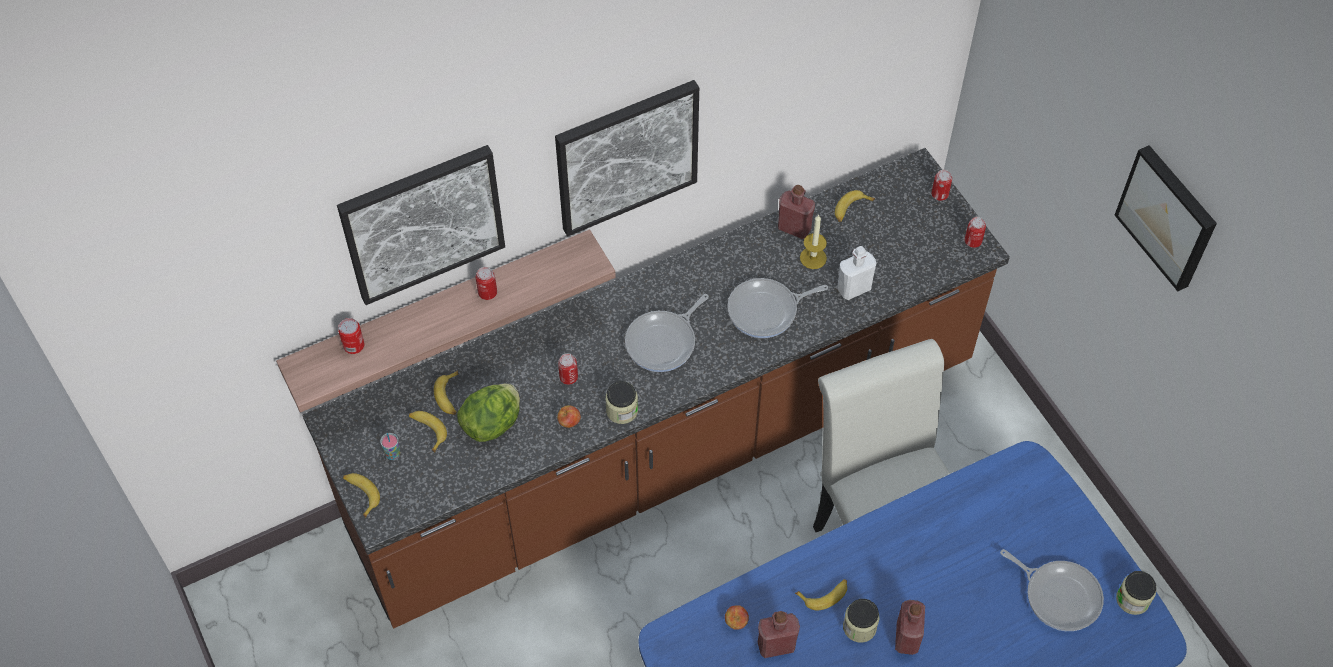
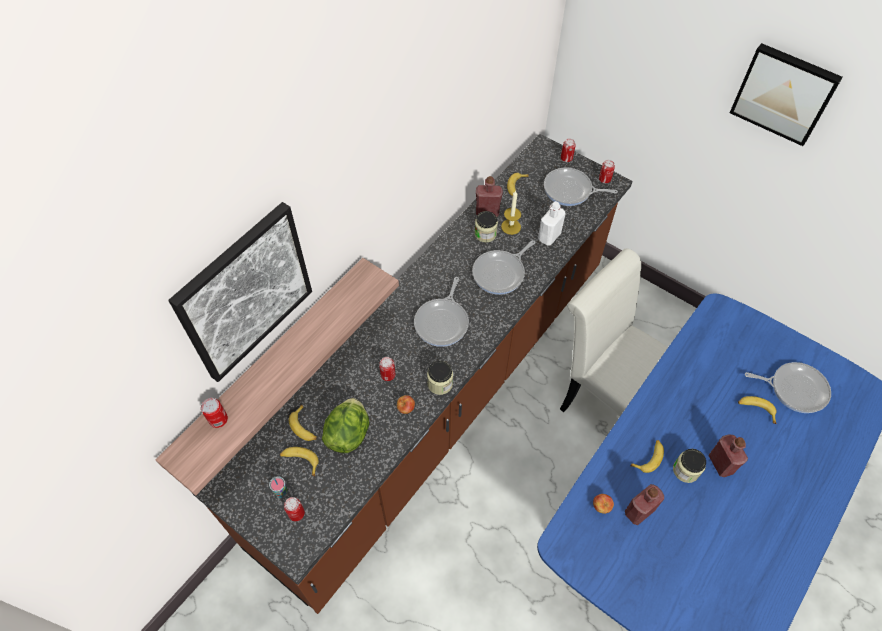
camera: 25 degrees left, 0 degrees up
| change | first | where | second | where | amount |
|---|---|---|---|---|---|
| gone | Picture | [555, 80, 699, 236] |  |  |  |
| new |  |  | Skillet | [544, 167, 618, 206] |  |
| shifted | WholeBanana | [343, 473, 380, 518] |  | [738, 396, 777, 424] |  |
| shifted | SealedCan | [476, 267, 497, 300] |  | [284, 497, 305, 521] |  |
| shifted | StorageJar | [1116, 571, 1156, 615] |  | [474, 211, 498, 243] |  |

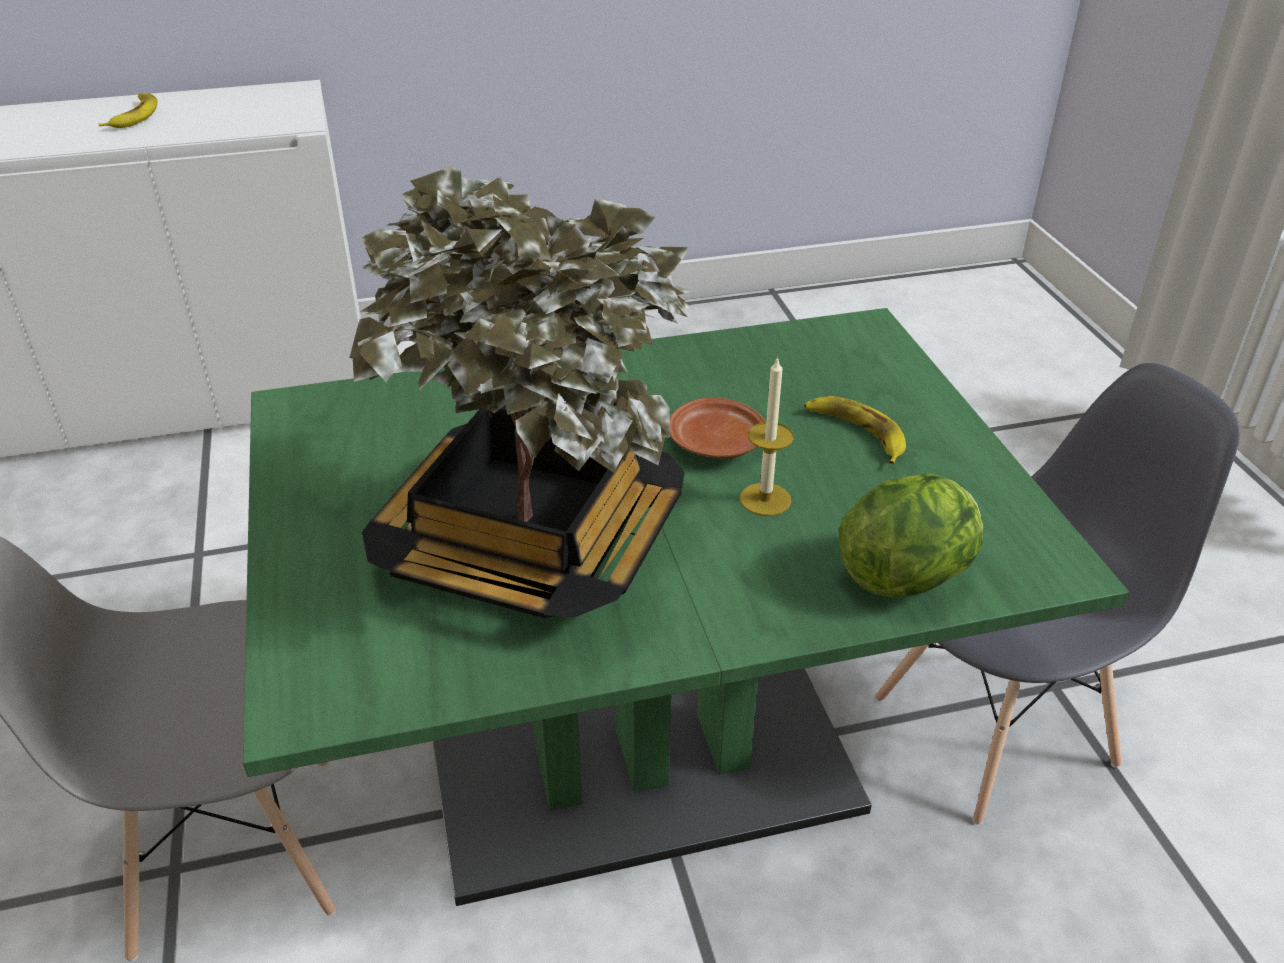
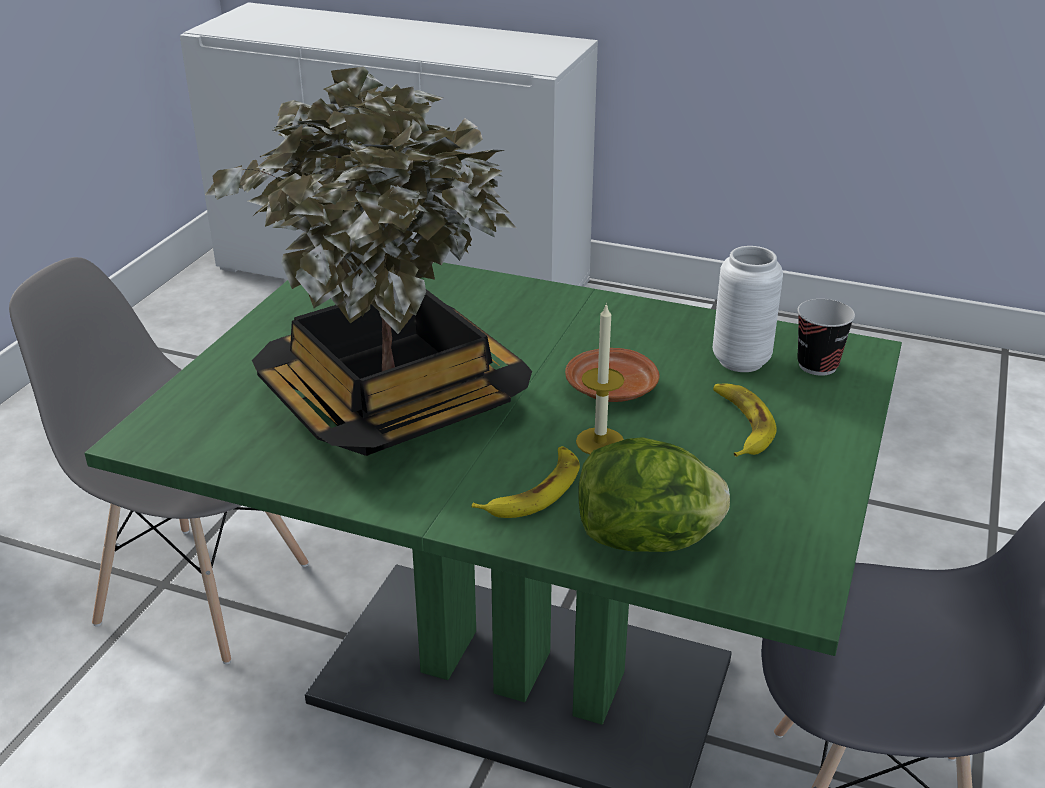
camera: 35 degrees right, 5 degrees down
| change | first | where | second | where | amount |
|---|---|---|---|---|---|
| new |  |  | WhiteDecorativeVase | [713, 246, 783, 372] |  |
| new |  |  | Cup | [798, 299, 855, 376] |  |
| shifted | WholeBanana | [99, 93, 157, 128] |  | [472, 446, 580, 518] |  |

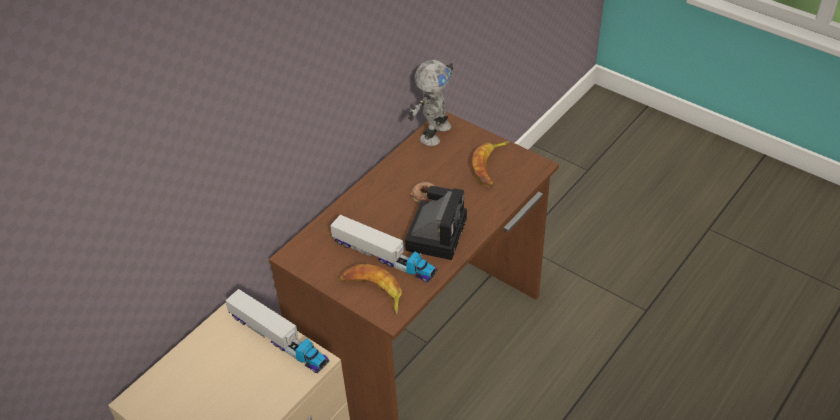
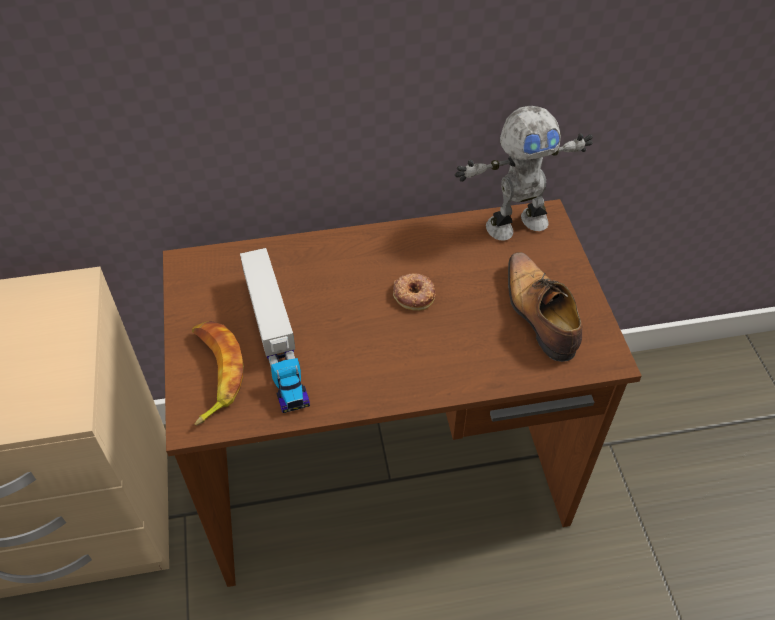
camera: 40 degrees right, 5 degrees up
| change | first | where | second | where | amount |
|---|---|---|---|---|---|
| gone | ModelTruck | [225, 289, 329, 373] |  |  |  |
| gone | StillCamera | [405, 186, 467, 260] |  |  |  |
| swapped | WholeBanana | [472, 141, 510, 186] | ItemOfFootwear | [508, 252, 582, 362] |  |

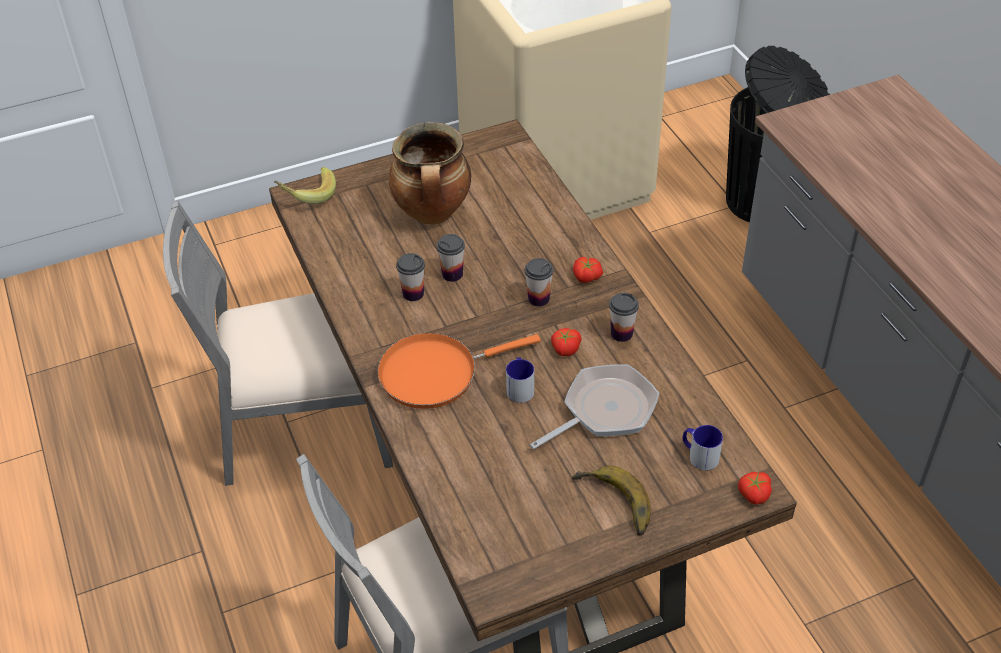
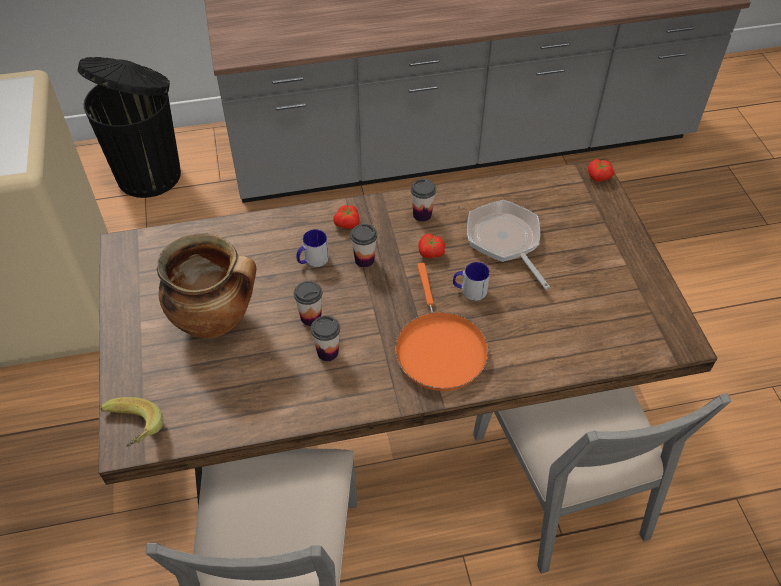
camera: 80 degrees left, 5 degrees up
| change | first | where | second | where | amount |
|---|---|---|---|---|---|
| gone | WholeBanana | [572, 466, 650, 536] |  |  |  |
| shifted | CoffeeMug | [683, 425, 723, 471] |  | [296, 229, 329, 267] |  |

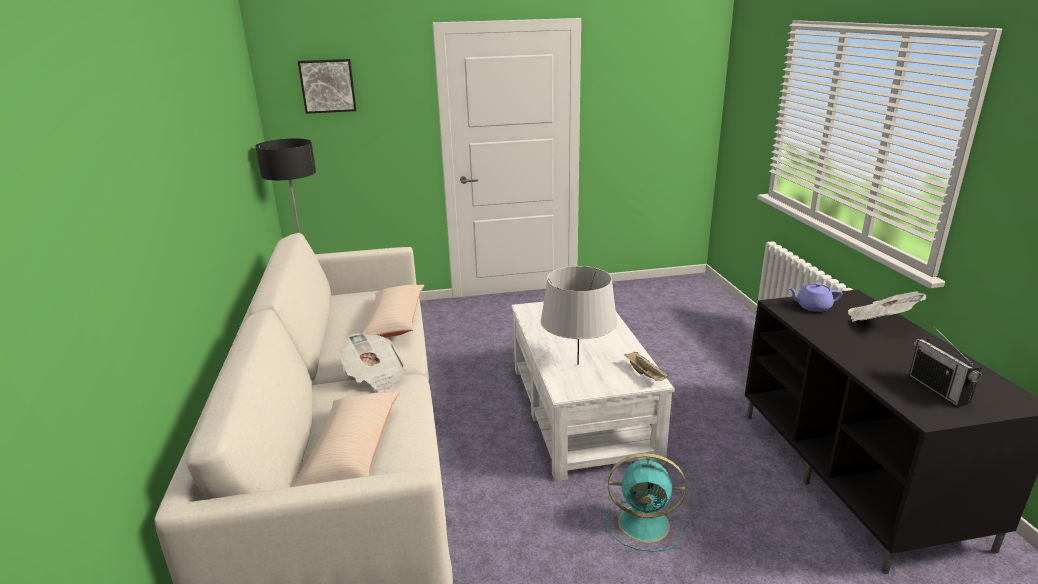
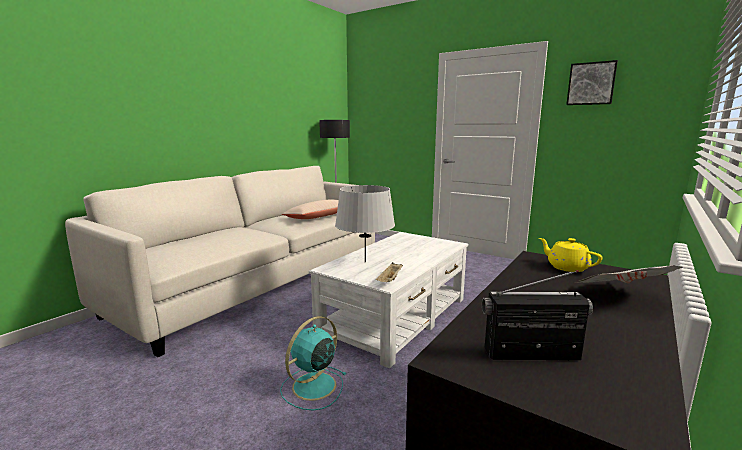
camera: 45 degrees right, 10 degrees down
| change | first | where | second | where | amount |
|---|---|---|---|---|---|
| gone | SandColouredThrowPillow | [291, 391, 400, 487] |  |  |  |
| gone | DailyPaper | [339, 333, 407, 392] |  |  |  |
| shifted | Picture | [298, 59, 356, 114] |  | [566, 60, 618, 105] |  |
| repainted | PurpleTeapot | [788, 282, 843, 312] | YellowishTeapot | [539, 238, 602, 272] |  |
| rotated | TurquoiseCoolingFan | [605, 453, 686, 552] |  | [280, 316, 346, 410] | 75 degrees clockwise |
| rotated | RadioSet | [909, 325, 982, 407] |  | [482, 270, 593, 361] | 60 degrees clockwise |

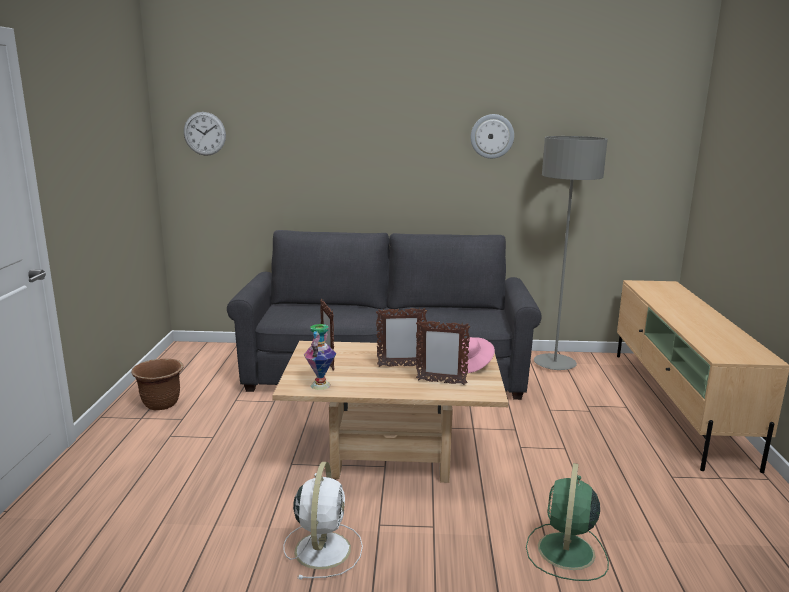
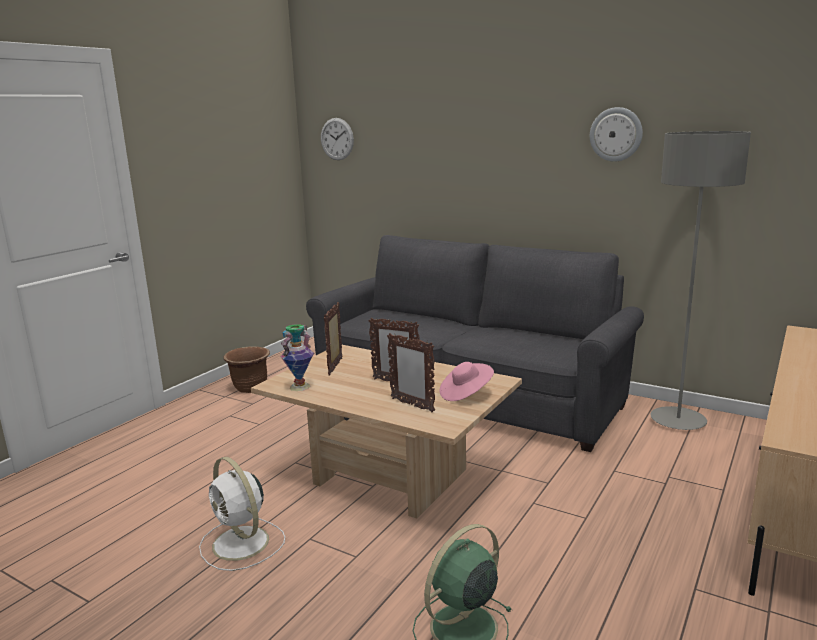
camera: 30 degrees right, 0 degrees up
| change | first | where | second | where | amount |
|---|---|---|---|---|---|
| rotated | WhiteCoolingFan | [283, 462, 363, 579] |  | [199, 457, 285, 571] | 105 degrees clockwise |

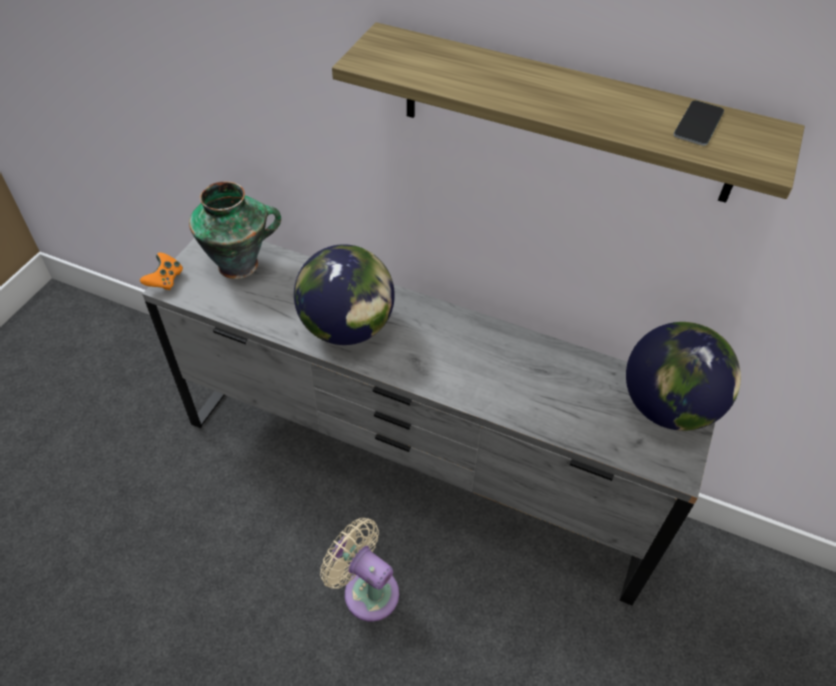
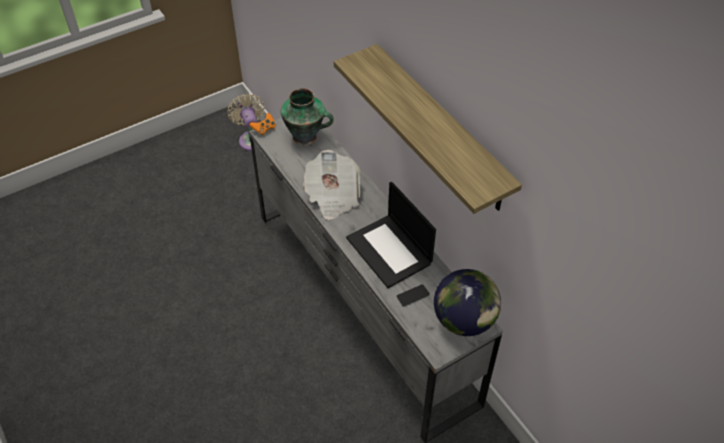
camera: 35 degrees right, 0 degrees up
| change | first | where | second | where | amount |
|---|---|---|---|---|---|
| new |  |  | PortableComputer | [346, 182, 436, 288] |  |
| shifted | SandColouredCoolingFan | [320, 518, 399, 622] |  | [228, 94, 264, 151] |  |
| shifted | Phone | [674, 100, 724, 146] |  | [396, 284, 430, 307] |  |
| swapped | Globe | [294, 244, 395, 345] | DailyPaper | [303, 150, 360, 220] |  |

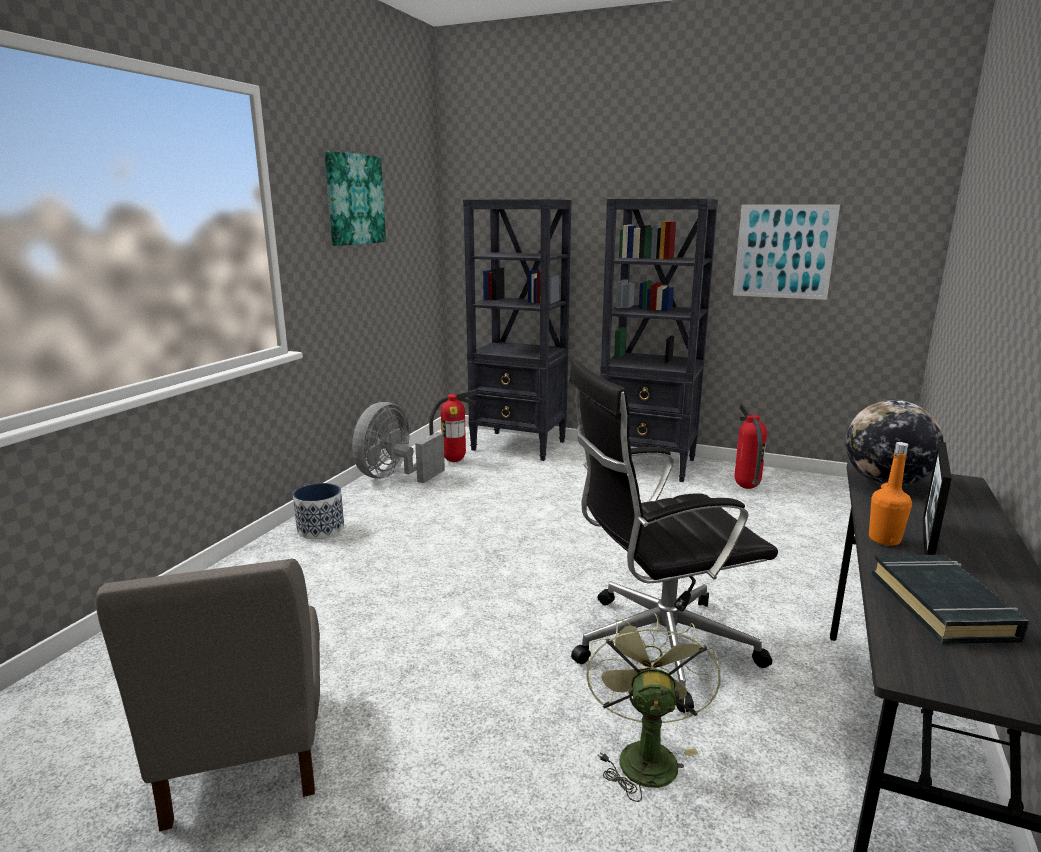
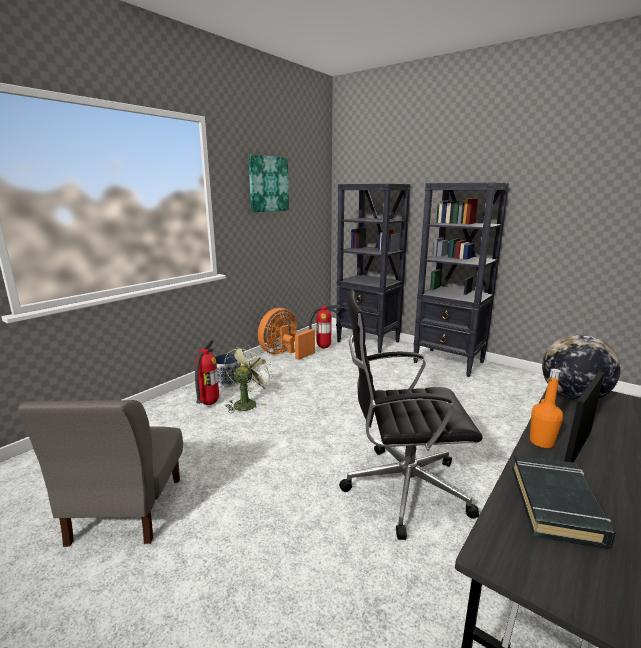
camera: 15 degrees right, 0 degrees up
| change | first | where | second | where | amount |
|---|---|---|---|---|---|
| gone | Picture | [733, 204, 840, 300] |  |  |  |
| shifted | GreenColouredCoolingFan | [586, 612, 721, 802] |  | [224, 345, 273, 413] |  |
| shifted | FireFightingCylinder | [734, 404, 767, 489] |  | [195, 340, 219, 405] |  |
| repainted | GreyCoolingFan | [352, 402, 445, 483] | OrangeCoolingFan | [258, 308, 315, 360] |  |

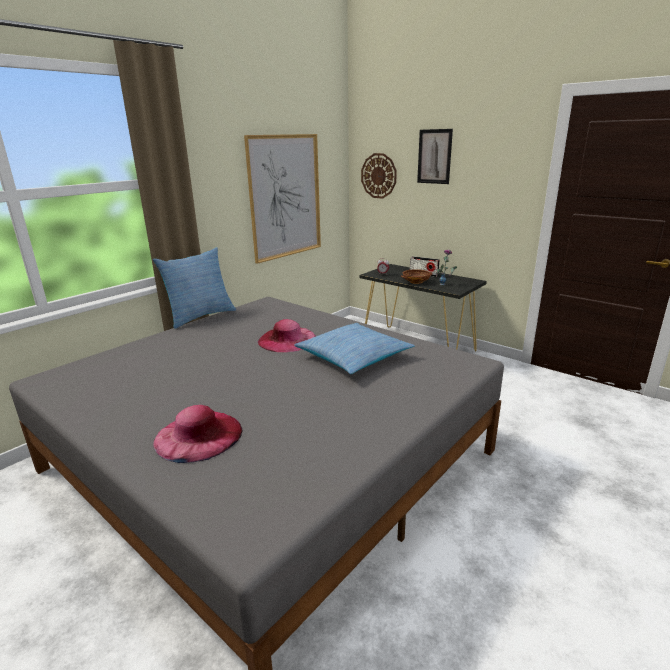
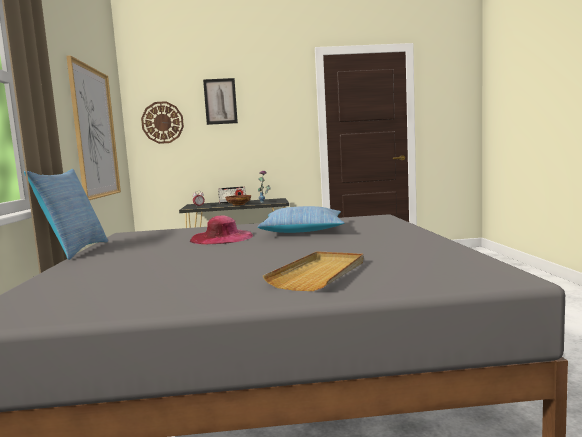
camera: 45 degrees left, 15 degrees down
| change | first | where | second | where | amount |
|---|---|---|---|---|---|
| swapped | PinkHat | [153, 405, 243, 463] | SandColouredServingTray | [263, 251, 363, 291] |  |

